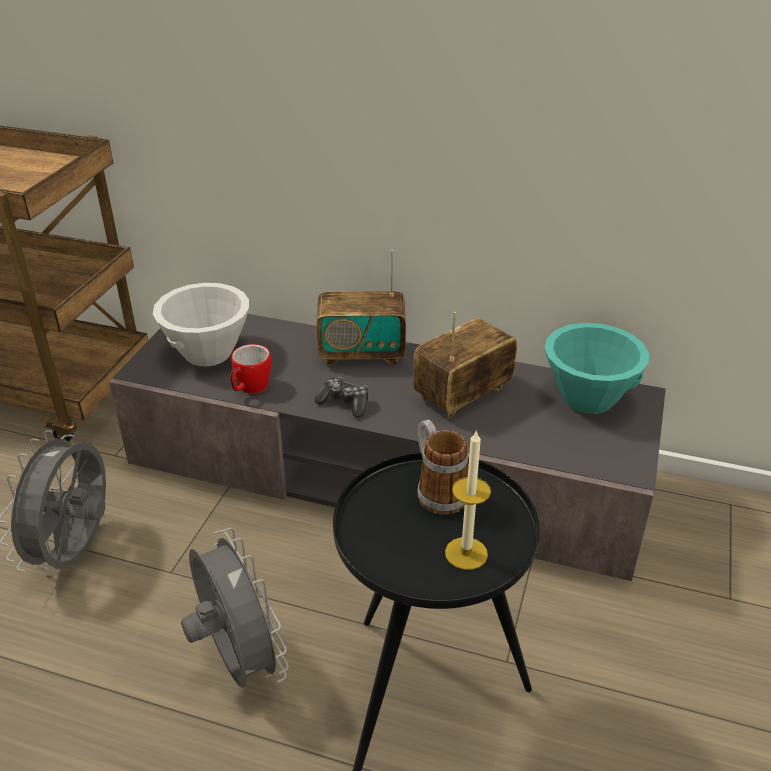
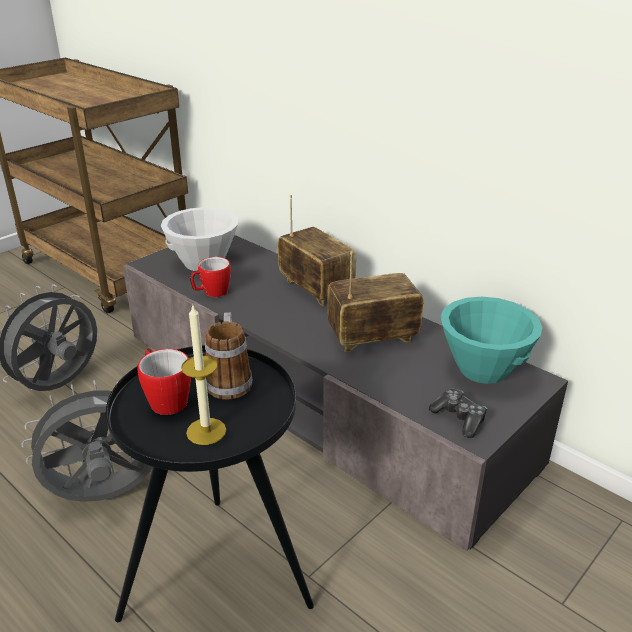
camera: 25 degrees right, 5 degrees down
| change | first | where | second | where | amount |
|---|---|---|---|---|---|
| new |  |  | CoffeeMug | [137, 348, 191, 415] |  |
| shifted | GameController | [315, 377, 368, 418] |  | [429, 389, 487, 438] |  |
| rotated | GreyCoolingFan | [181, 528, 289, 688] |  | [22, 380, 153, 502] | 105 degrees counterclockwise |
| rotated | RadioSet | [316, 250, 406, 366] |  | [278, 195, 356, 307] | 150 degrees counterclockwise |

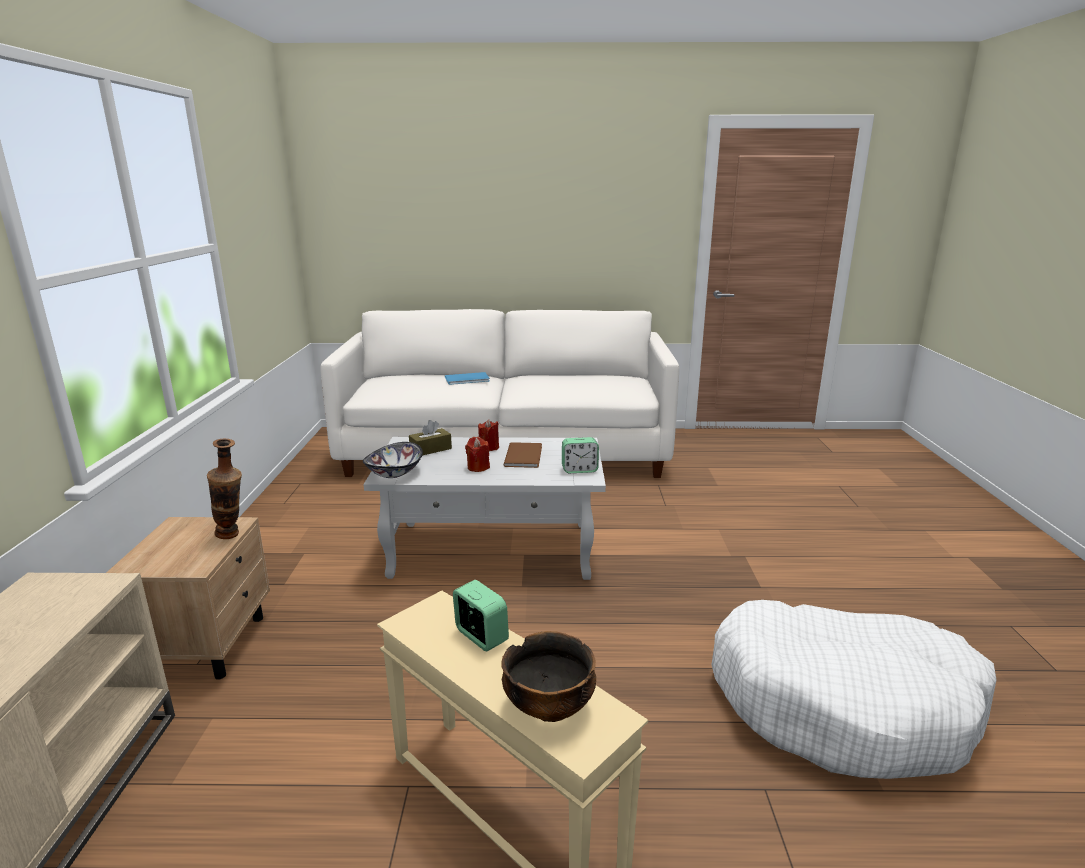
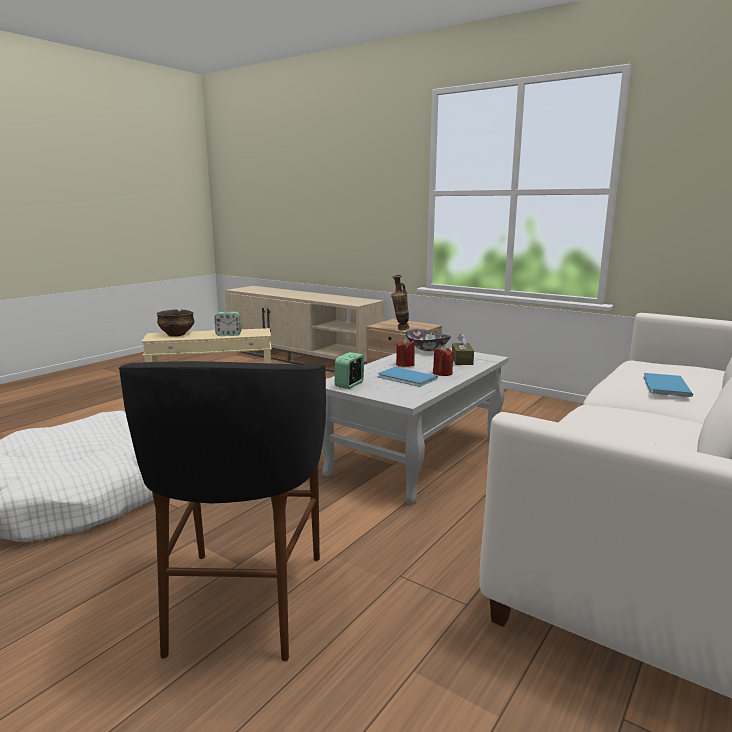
camera: 125 degrees right, 5 degrees down
| change | first | where | second | where | amount |
|---|---|---|---|---|---|
| new |  |  | BlackishStool | [119, 361, 326, 661] |  |
| repainted | BrownColouredBoundBook | [503, 442, 542, 468] | BlueColouredBoundBook | [377, 367, 438, 387] |  |

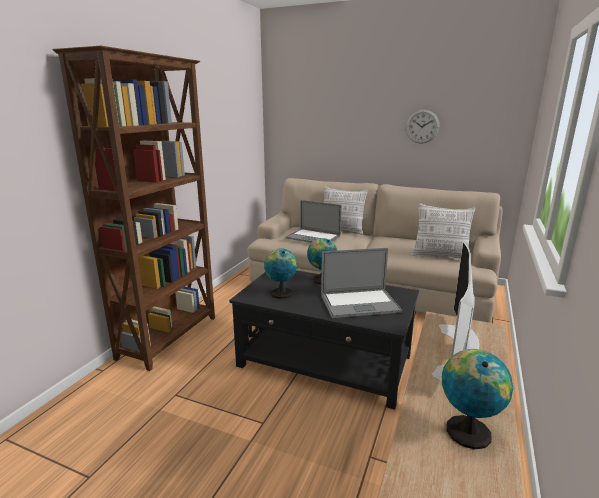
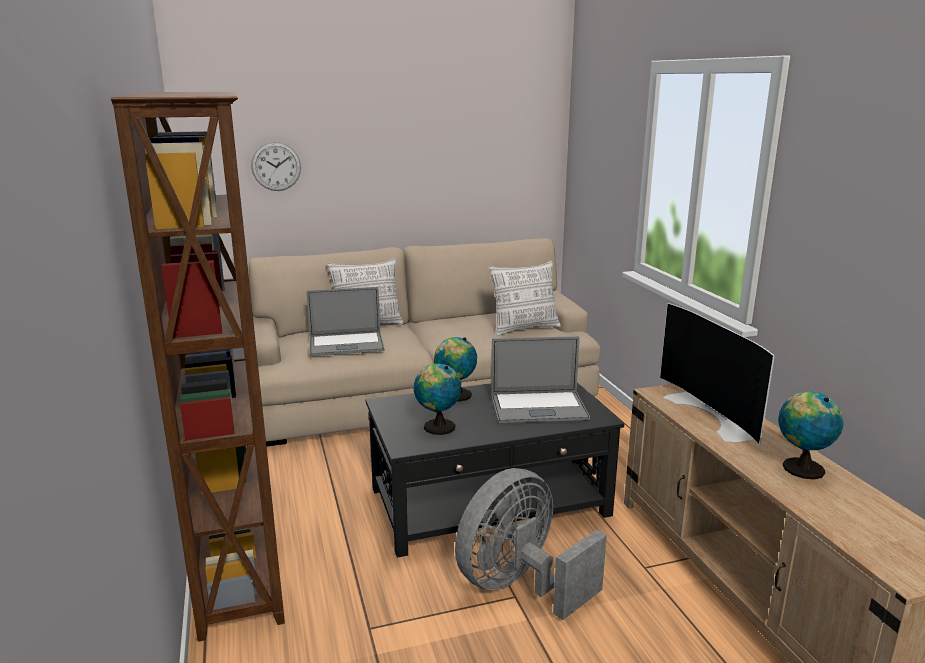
camera: 40 degrees left, 0 degrees up
| change | first | where | second | where | amount |
|---|---|---|---|---|---|
| new |  |  | GreyCoolingFan | [455, 468, 607, 620] |  |
| shifted | ClockOnTheWall | [406, 110, 439, 144] |  | [251, 142, 301, 191] |  |
| rotated | PortableComputer | [321, 248, 402, 318] |  | [491, 336, 590, 423] | 45 degrees clockwise |

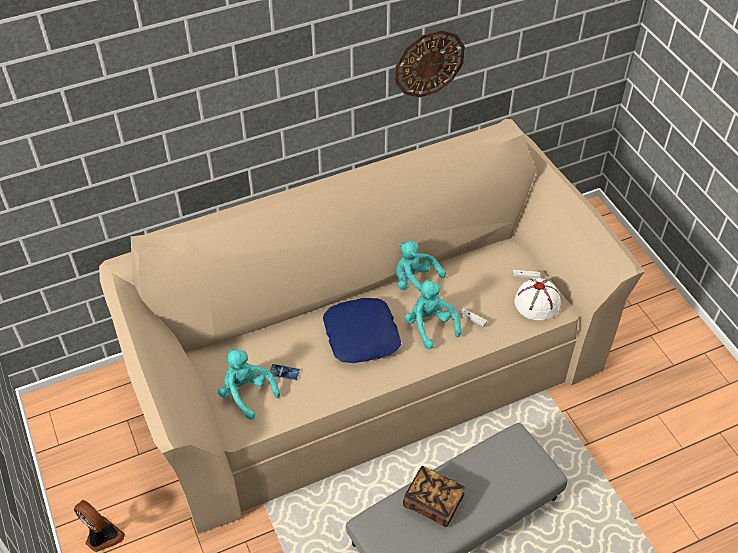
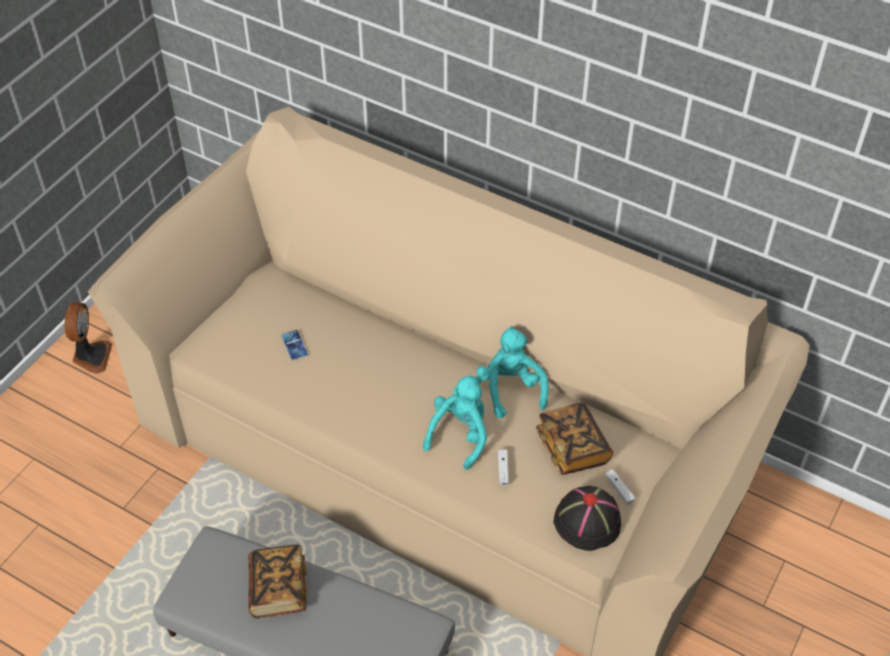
camera: 55 degrees right, 0 degrees up
| change | first | where | second | where | amount |
|---|---|---|---|---|---|
| gone | TurquoiseCuddlyToy | [218, 349, 280, 419] |  |  |  |
| gone | BlueColouredThrowPillow | [323, 298, 401, 363] |  |  |  |
| gone | ClockOnTheWall | [395, 30, 465, 97] |  |  |  |
| new |  |  | BoundBook | [536, 403, 613, 475] |  |
| repainted | WhiteHat | [515, 278, 561, 320] | BlackishHat | [553, 486, 621, 551] |  |

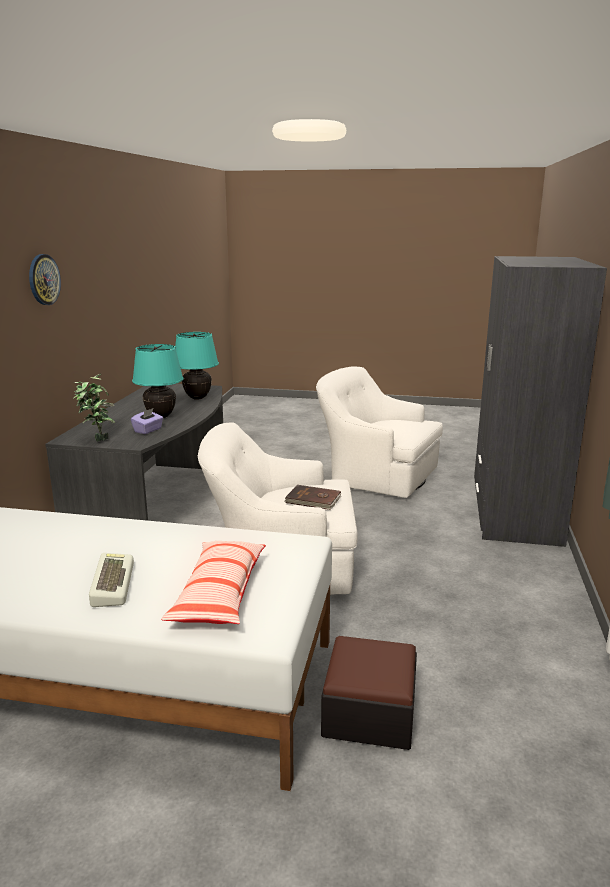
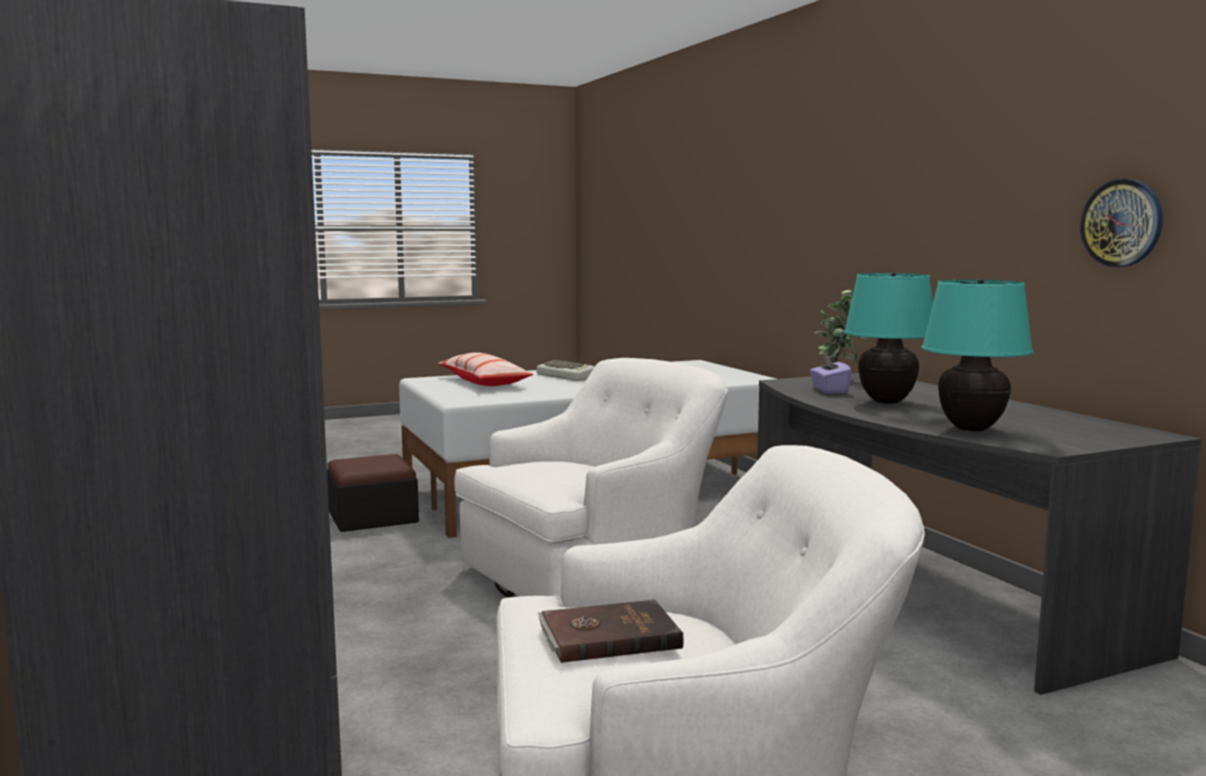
camera: 145 degrees right, 10 degrees down
| change | first | where | second | where | amount |
|---|---|---|---|---|---|
| shifted | ClockOnTheWall | [29, 254, 61, 305] |  | [1080, 179, 1163, 267] |  |
| shifted | BrownColouredBoundBook | [285, 485, 341, 510] |  | [538, 600, 684, 663] |  |

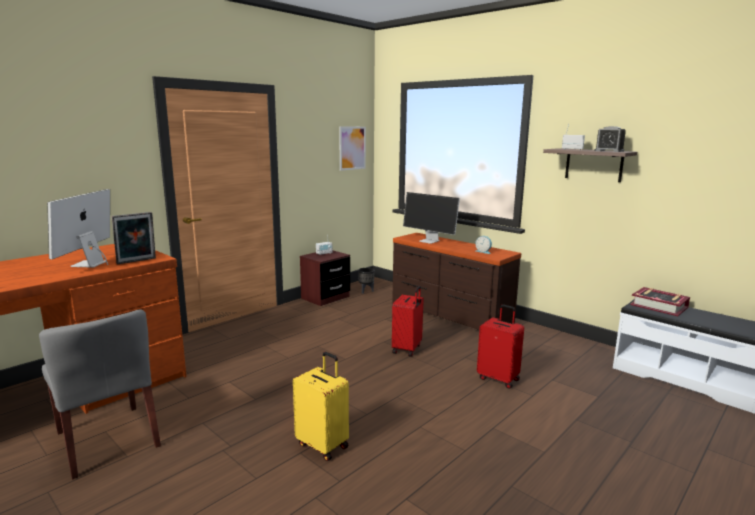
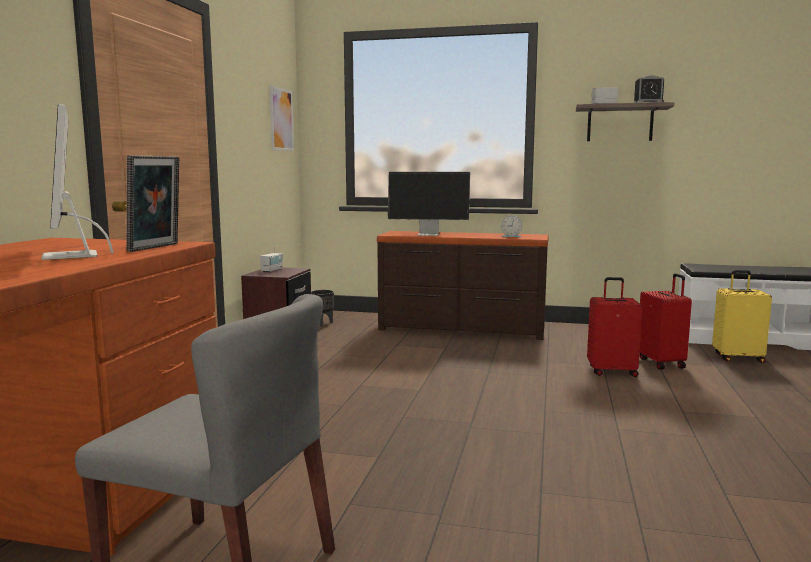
camera: 30 degrees left, 5 degrees down
| change | first | where | second | where | amount |
|---|---|---|---|---|---|
| gone | BoundBook | [630, 287, 690, 316] |  |  |  |
| shifted | YellowishSuitcase | [293, 352, 349, 461] |  | [712, 270, 772, 363] |  |
| shifted | RedColouredSuitcase | [392, 286, 424, 357] |  | [640, 273, 692, 370] |  |

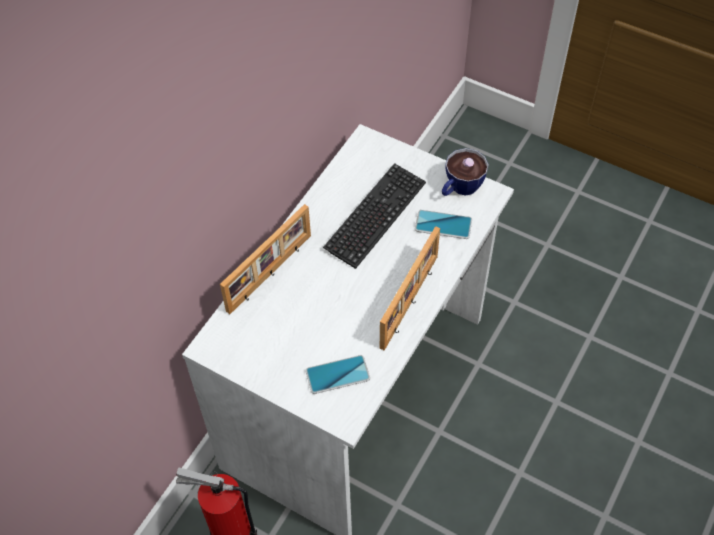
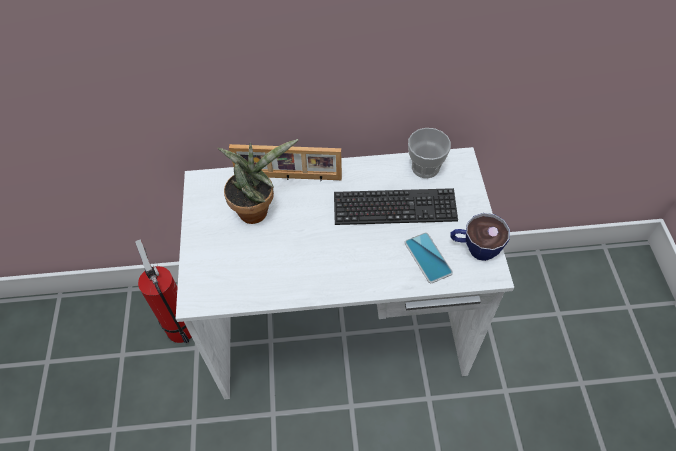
camera: 55 degrees right, 0 degrees up
| change | first | where | second | where | amount |
|---|---|---|---|---|---|
| gone | Phone | [306, 355, 370, 394] |  |  |  |
| gone | PhotoFrame | [380, 226, 440, 351] |  |  |  |
| new |  |  | PottedPlant | [218, 139, 298, 224] |  |
| new |  |  | Cup | [408, 128, 451, 178] |  |

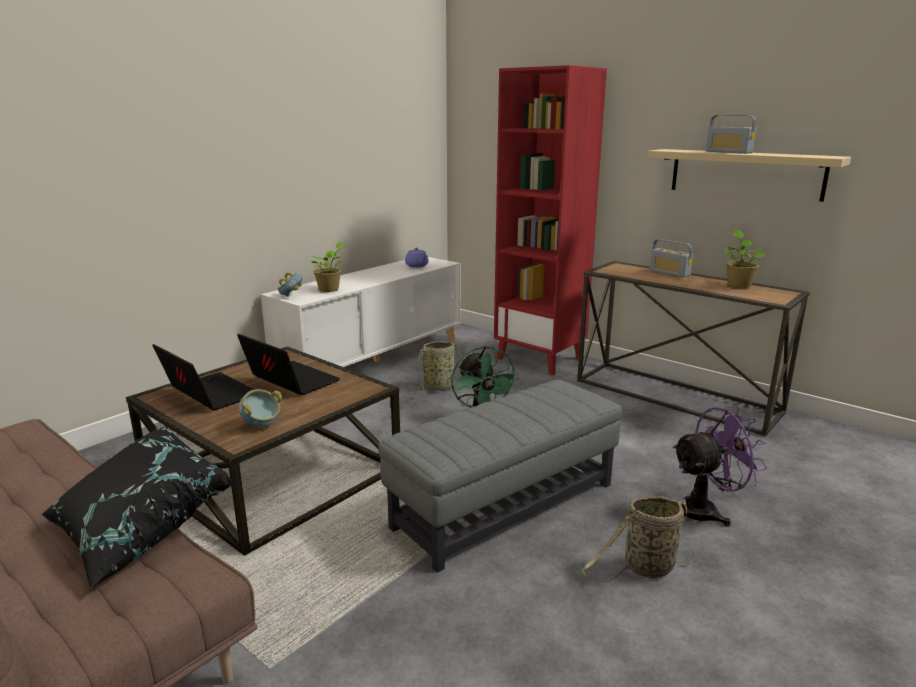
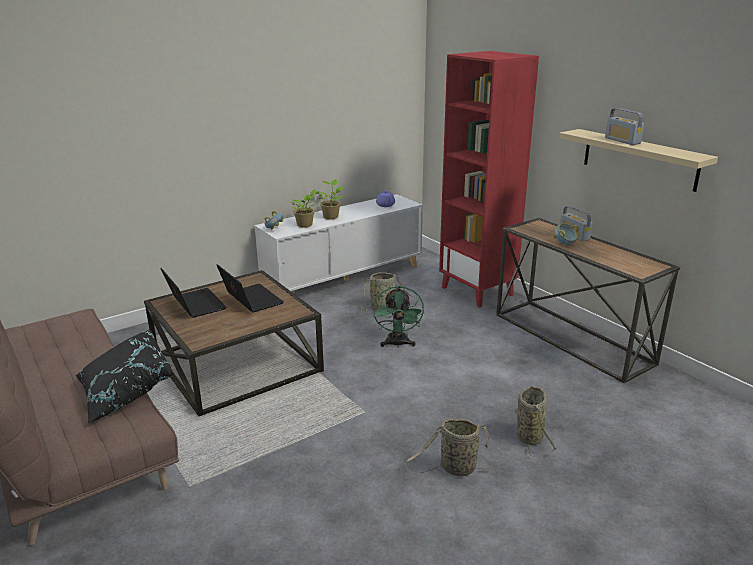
camera: 15 degrees right, 5 degrees up
| change | first | where | second | where | amount |
|---|---|---|---|---|---|
| gone | GreyOttoman | [378, 380, 622, 573] |  |  |  |
| shifted | DeepDish | [239, 389, 282, 427] |  | [553, 223, 579, 246] |  |
| shifted | PottedPlant | [723, 230, 765, 288] |  | [316, 179, 343, 219] |  |
| swapped | PurpleCoolingFan | [672, 406, 767, 527] | HouseholdBasket | [517, 386, 558, 457] |  |

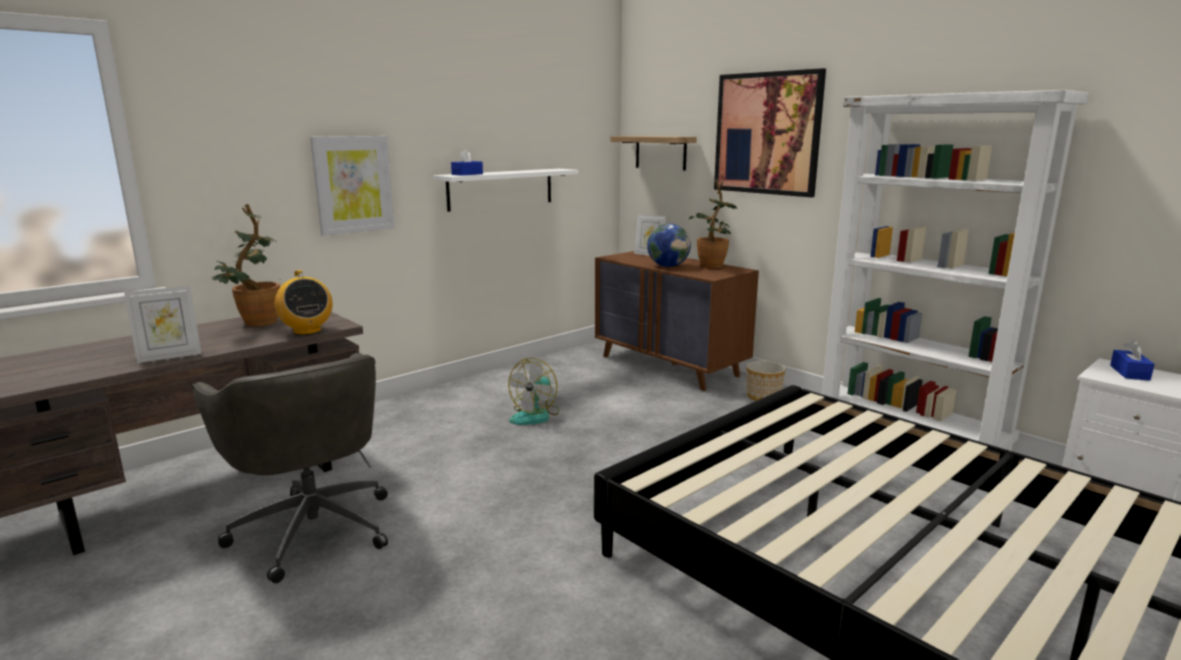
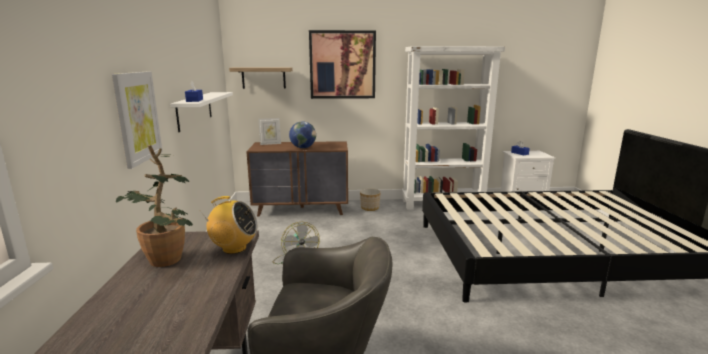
camera: 50 degrees left, 0 degrees up
| change | first | where | second | where | amount |
|---|---|---|---|---|---|
| gone | PhotoFrame | [124, 286, 202, 363] |  |  |  |
| gone | PottedPlant | [689, 179, 737, 268] |  |  |  |

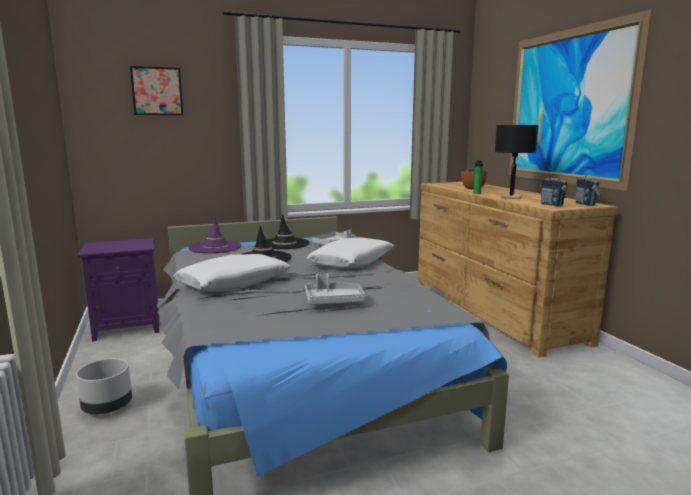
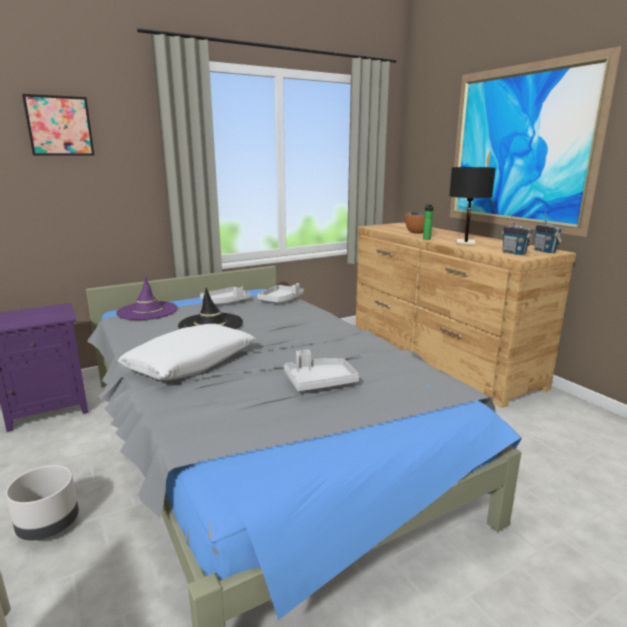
camera: 10 degrees left, 5 degrees up
| change | first | where | second | where | amount |
|---|---|---|---|---|---|
| gone | WhiteThrowPillow | [307, 237, 394, 268] |  |  |  |
| swapped | BlackishHat | [267, 214, 310, 249] | GreyServingTray | [200, 287, 251, 304] |  |

